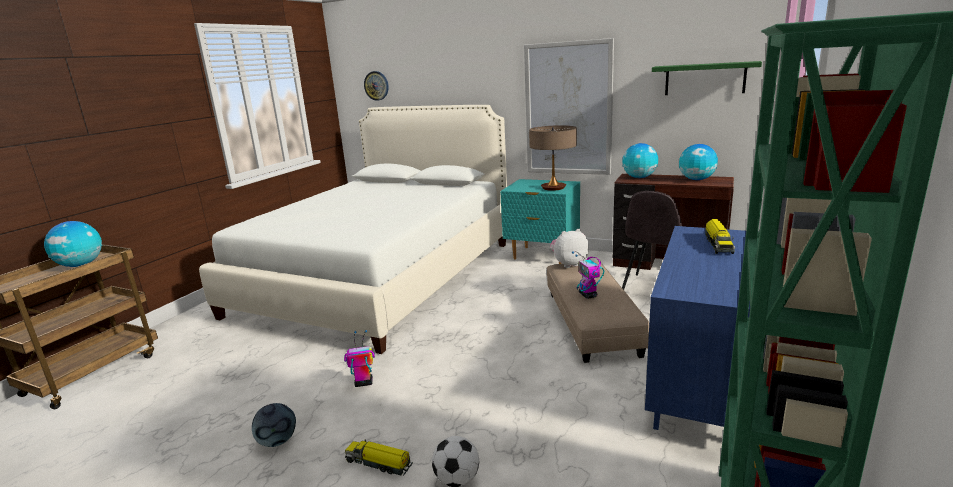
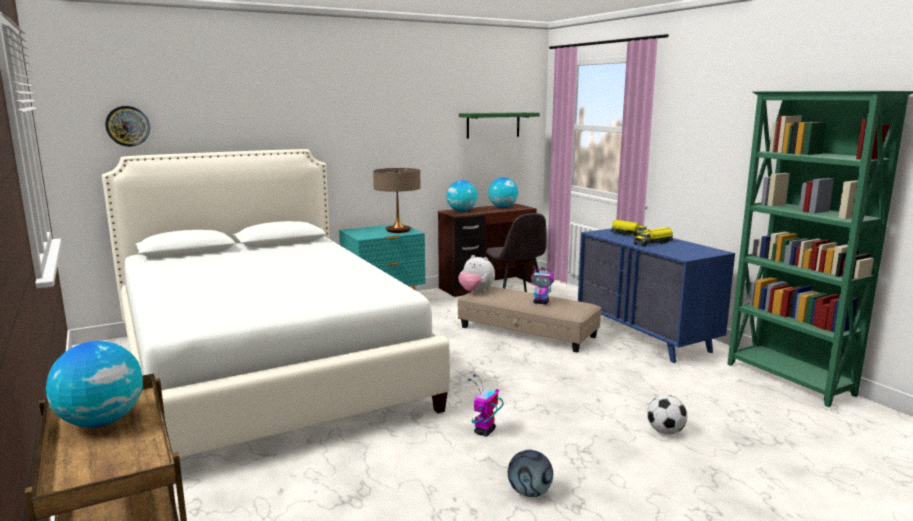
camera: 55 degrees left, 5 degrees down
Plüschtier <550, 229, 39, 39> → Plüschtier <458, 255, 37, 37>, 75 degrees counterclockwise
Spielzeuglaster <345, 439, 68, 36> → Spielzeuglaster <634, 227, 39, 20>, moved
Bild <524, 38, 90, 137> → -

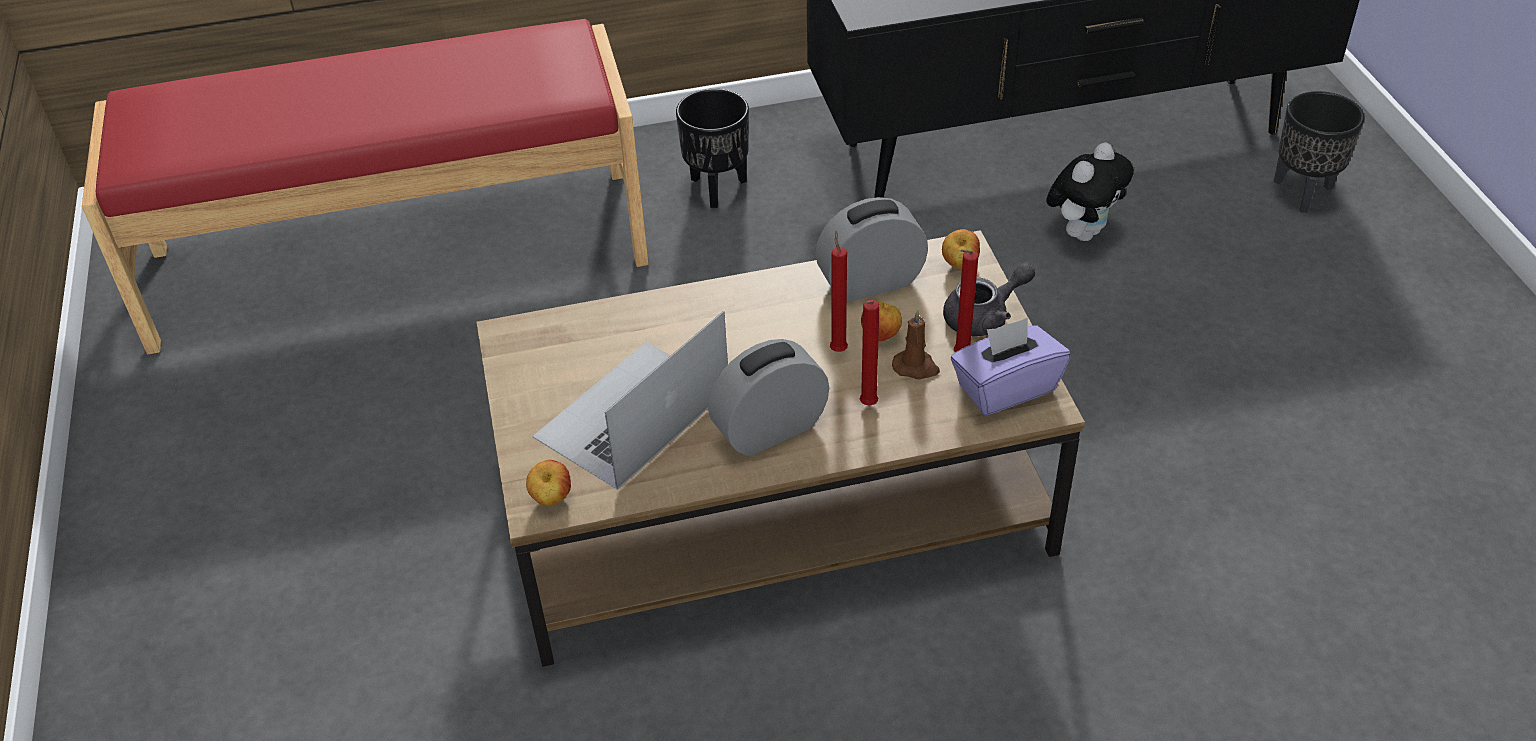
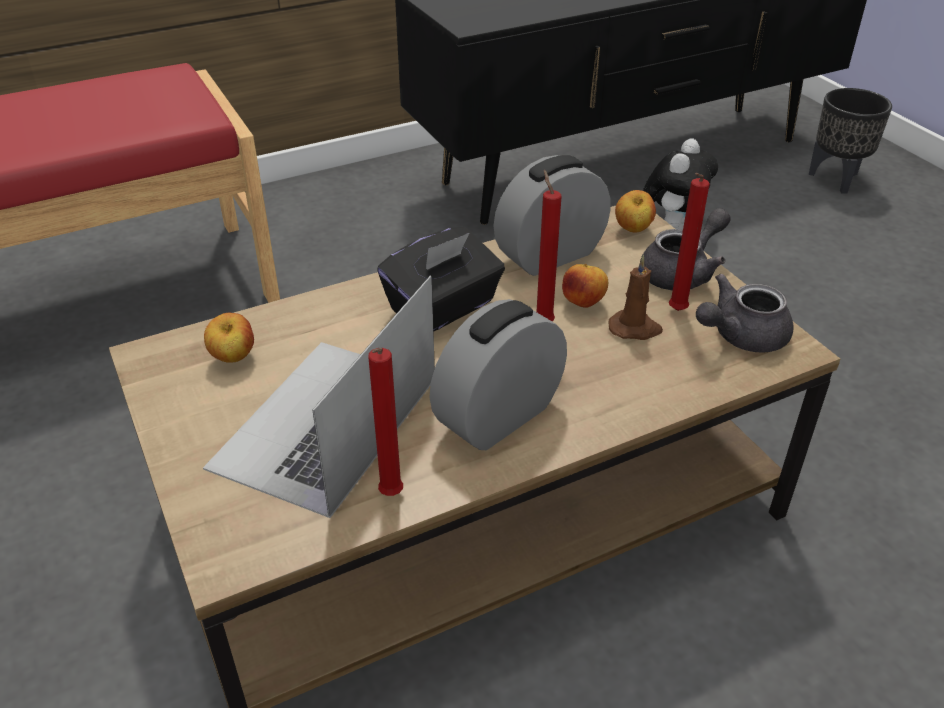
camera: 15 degrees left, 5 degrees down
Apfel <526, 460, 45, 46> → Apfel <204, 312, 50, 51>, moved
Kerze [rot] <860, 300, 20, 106> → Kerze [rot] <368, 348, 35, 148>, moved
- → Taschentuchbox [schwarz] <377, 227, 128, 105>
Taschentuchbox [lila] <951, 318, 120, 97> → Teekanne [grau] <696, 273, 98, 80>
Pflanzkübel [schwarz] <676, 89, 73, 119> → -

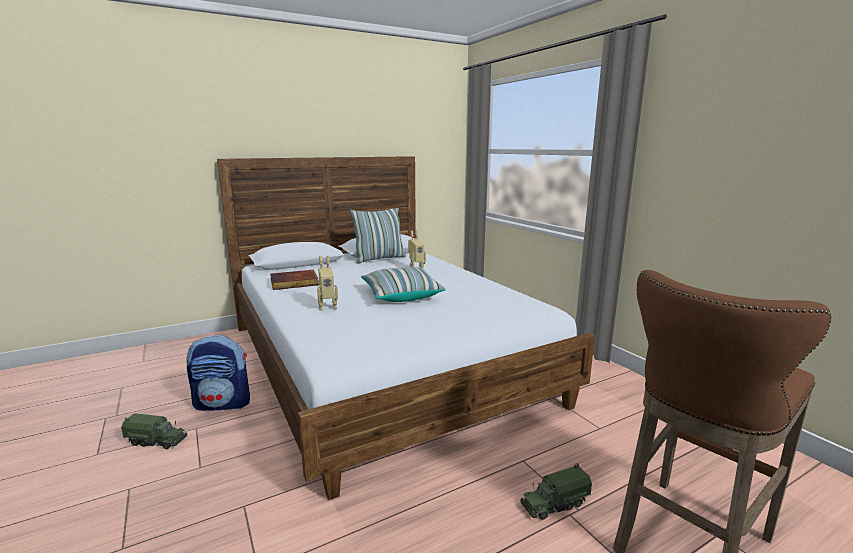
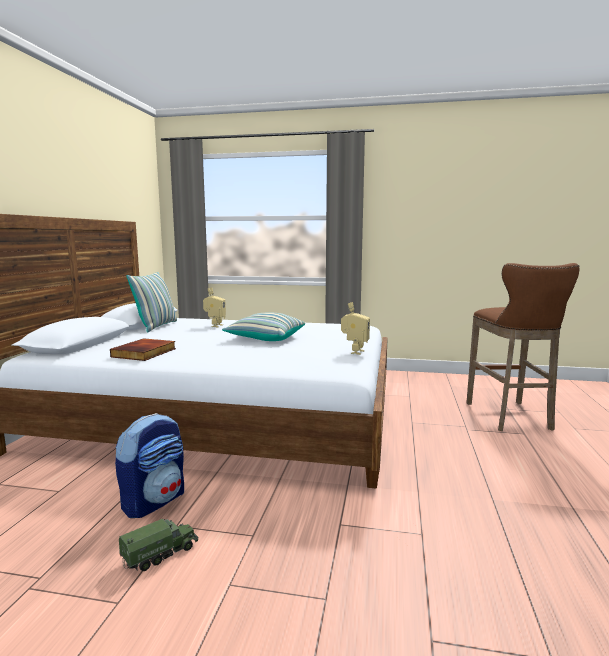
camera: 50 degrees left, 5 degrees down
Spielzeugroboter <317, 256, 21, 55> → Spielzeugroboter <341, 302, 29, 53>, moved
Spielzeuglaster <520, 463, 72, 57> → -

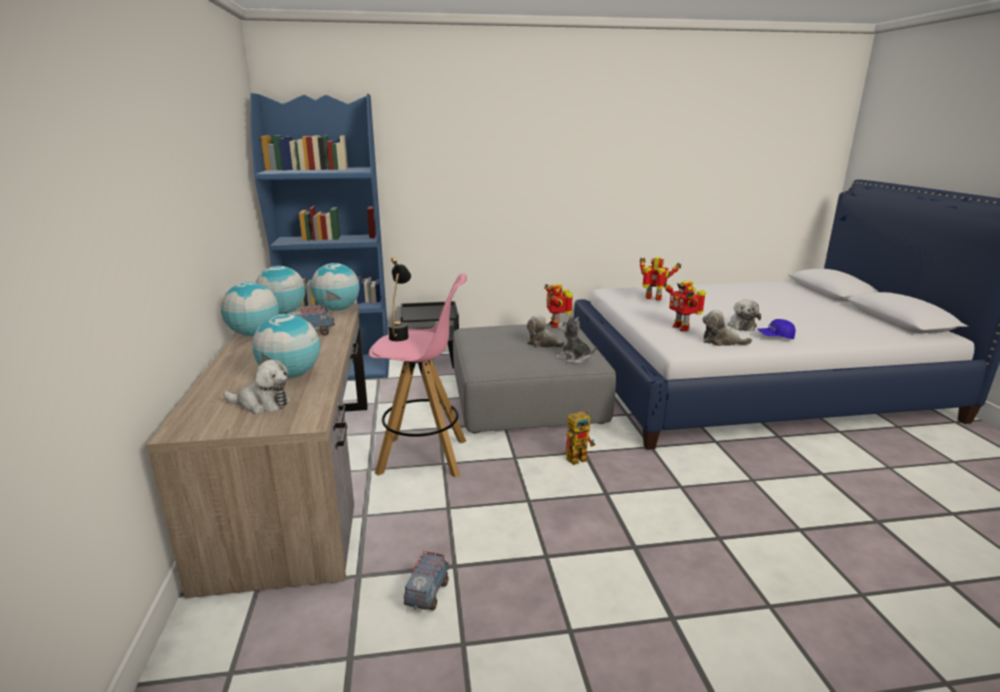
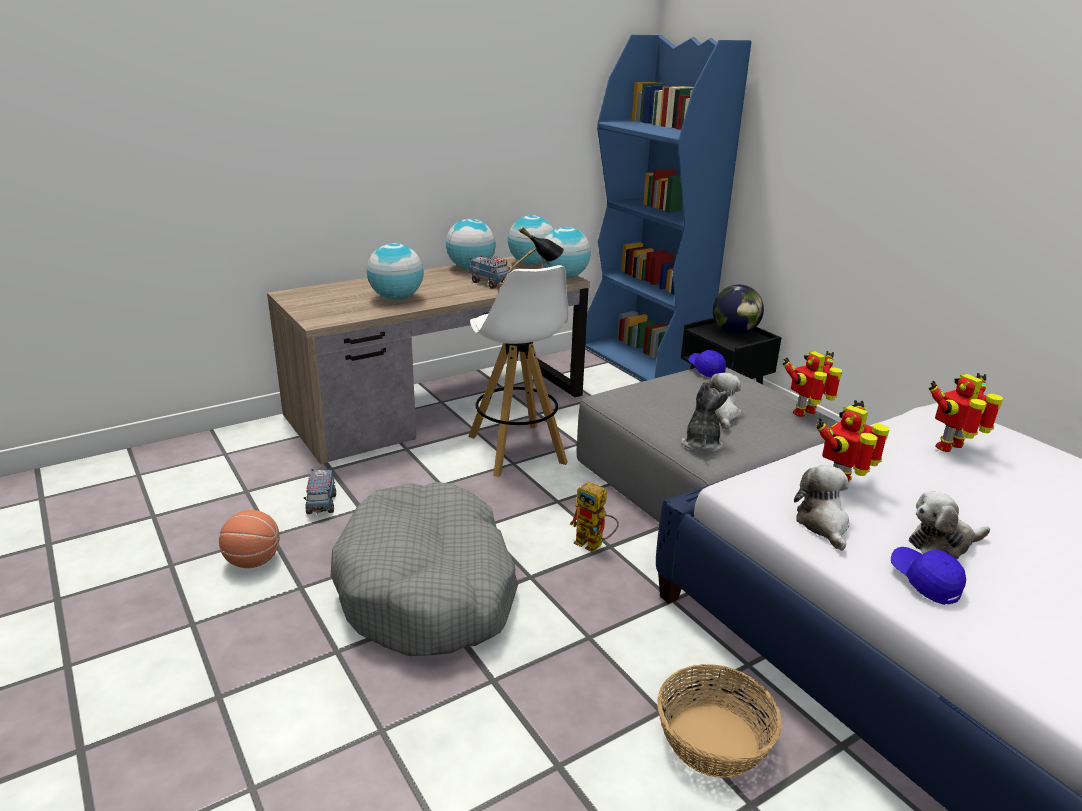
camera: 65 degrees right, 5 degrees up
- → Basketball <219, 510, 61, 58>
Spielzeuglaster <404, 551, 45, 59> → Spielzeuglaster <304, 468, 32, 46>, 90 degrees clockwise
- → Hundebett [grau] <331, 482, 187, 174>
Hocker [rosa] <369, 273, 98, 205> → Hocker [weiß] <468, 265, 101, 212>
- → Korb <657, 664, 125, 114>
- → Kappe [blau] <688, 350, 38, 28>
- → Globus <713, 285, 51, 50>
Spielzeugroboter <640, 257, 42, 43> → Spielzeugroboter <928, 373, 75, 79>, 120 degrees counterclockwise
Plüschtier <223, 360, 68, 54> → -

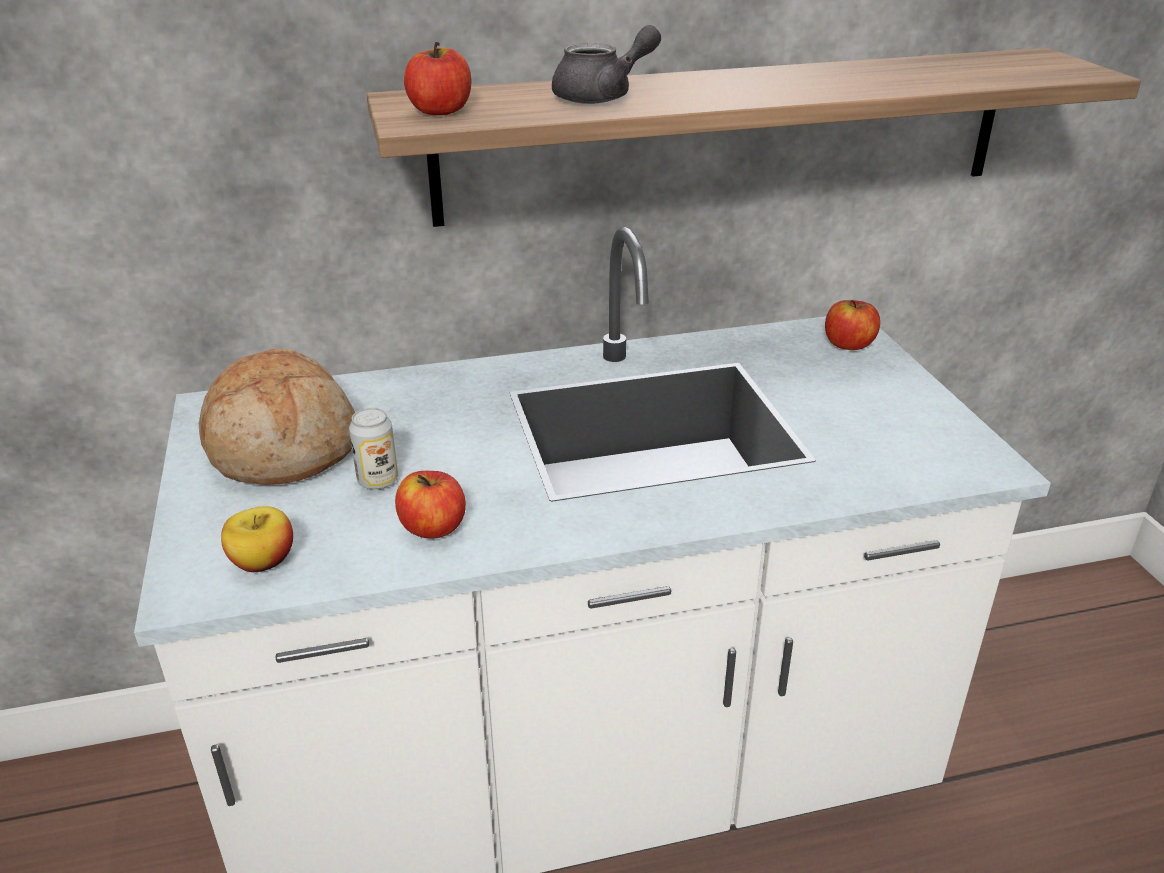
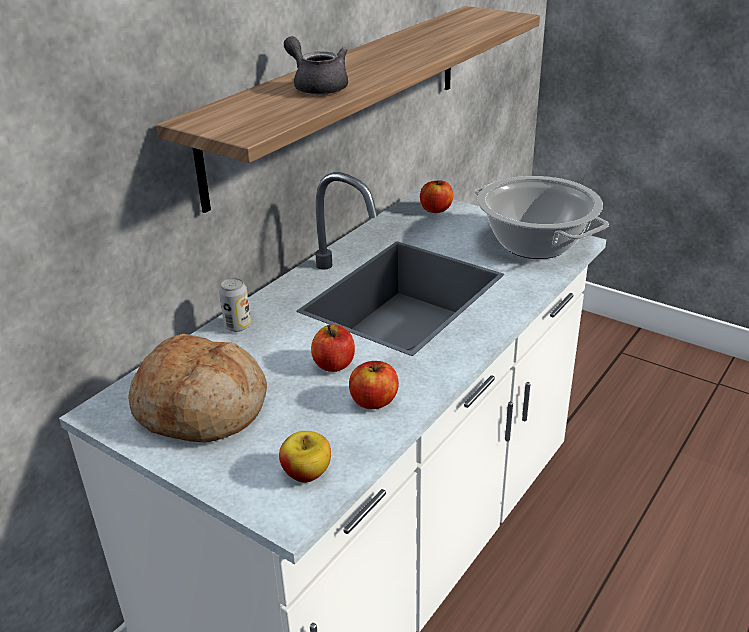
camera: 40 degrees left, 0 degrees up
Dose <349, 408, 49, 82> → Dose <219, 278, 32, 54>, moved
Teekanne [grau] <552, 25, 109, 79> → Teekanne [grau] <284, 36, 64, 59>, 60 degrees counterclockwise
Apfel <404, 42, 67, 73> → Apfel <311, 324, 44, 48>, moved
- → Kochtopf <474, 176, 135, 83>

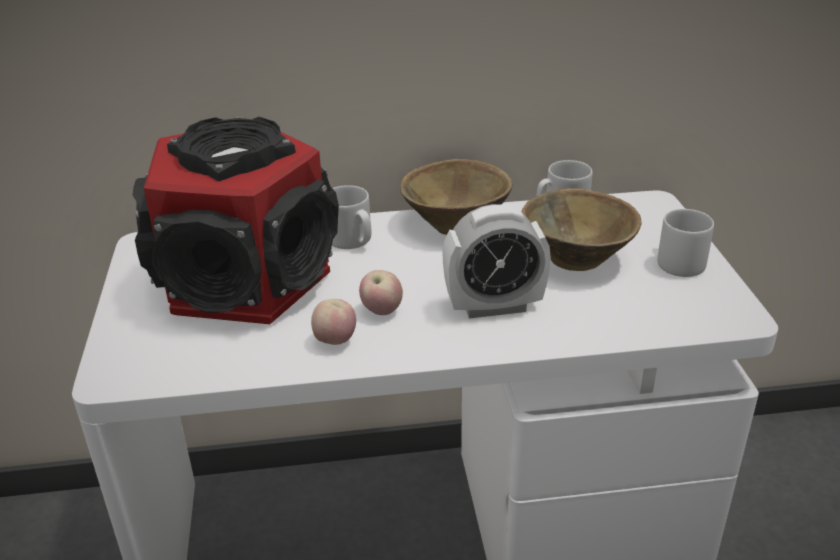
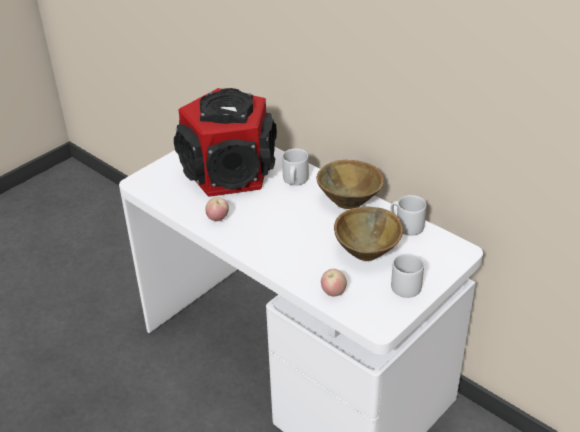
camera: 50 degrees right, 5 degrees up
Apfel <359, 270, 44, 45> → Apfel <321, 269, 26, 28>, moved
Wecker <443, 204, 108, 114> → -

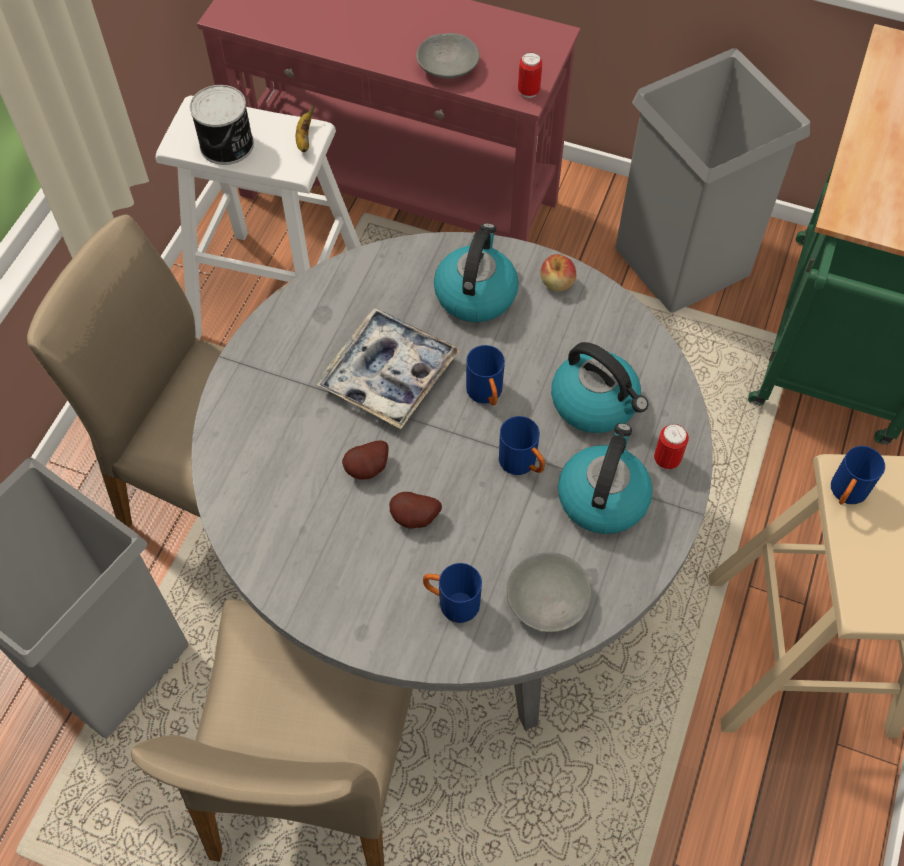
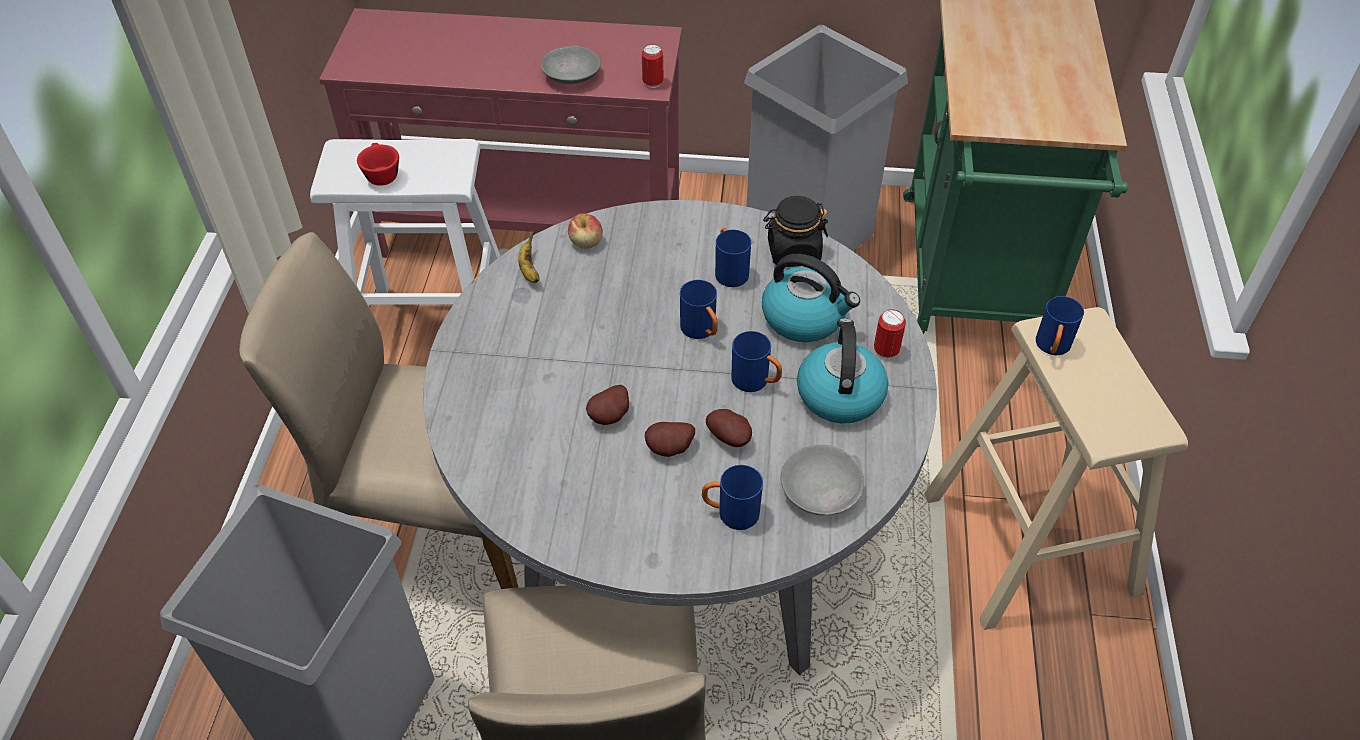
camera: 15 degrees left, 10 degrees down
Dose <190, 85, 64, 80> → Tasse [rot] <357, 143, 42, 43>
Banane <296, 104, 19, 48> → Banane <518, 232, 22, 51>, moved
Apfel <540, 254, 36, 37> → Apfel <568, 213, 35, 36>, moved
- → Kartoffel <706, 409, 46, 38>
- → Henkelbecher [blau] <715, 228, 36, 59>
- → Vorratsglas [schwarz] <763, 196, 65, 71>
Tablett <317, 307, 143, 122> → -
Wasserkessel <434, 223, 85, 99> → -

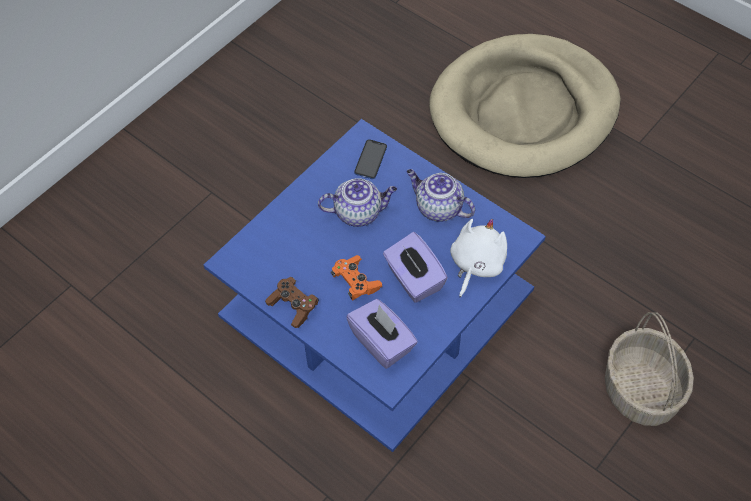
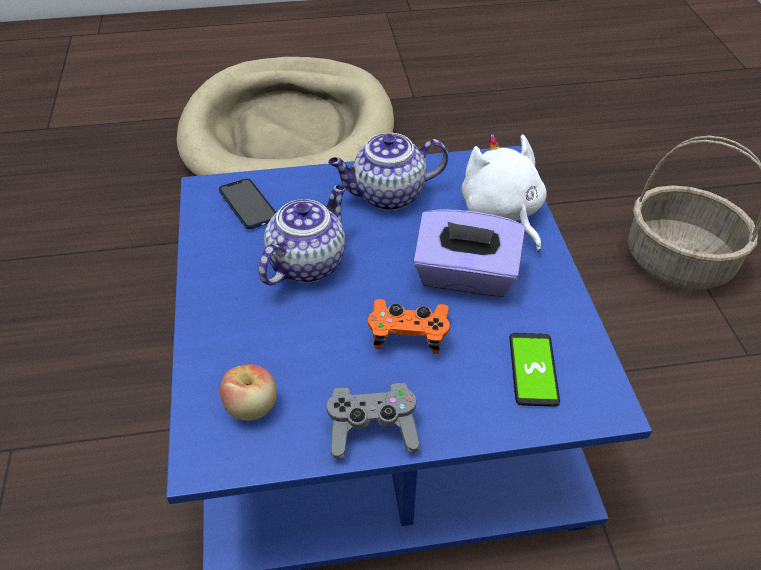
camera: 50 degrees left, 10 degrees down
- → Apfel <220, 364, 57, 57>
Gamepad [braun] <265, 277, 54, 51> → Gamepad [grau] <327, 382, 93, 76>
Taschentuchbox [lila] <346, 299, 72, 70> → Handy <509, 333, 51, 73>

